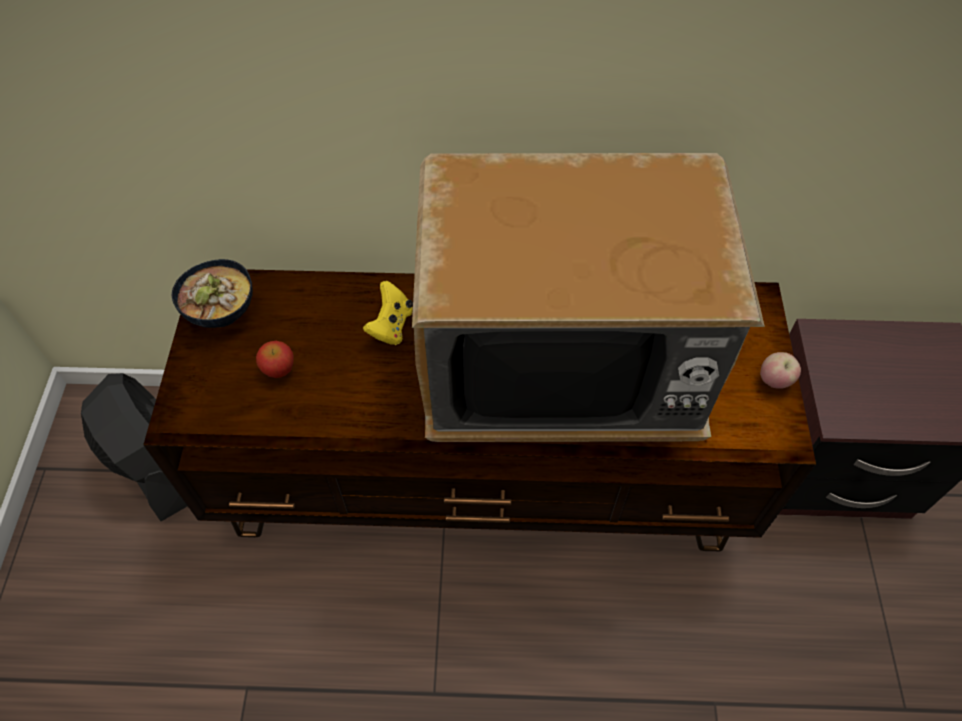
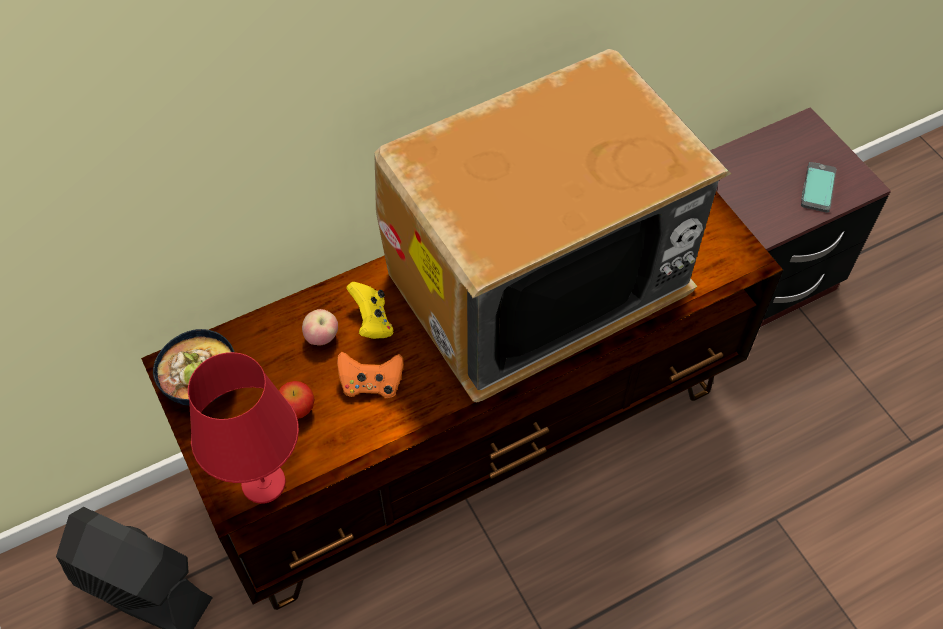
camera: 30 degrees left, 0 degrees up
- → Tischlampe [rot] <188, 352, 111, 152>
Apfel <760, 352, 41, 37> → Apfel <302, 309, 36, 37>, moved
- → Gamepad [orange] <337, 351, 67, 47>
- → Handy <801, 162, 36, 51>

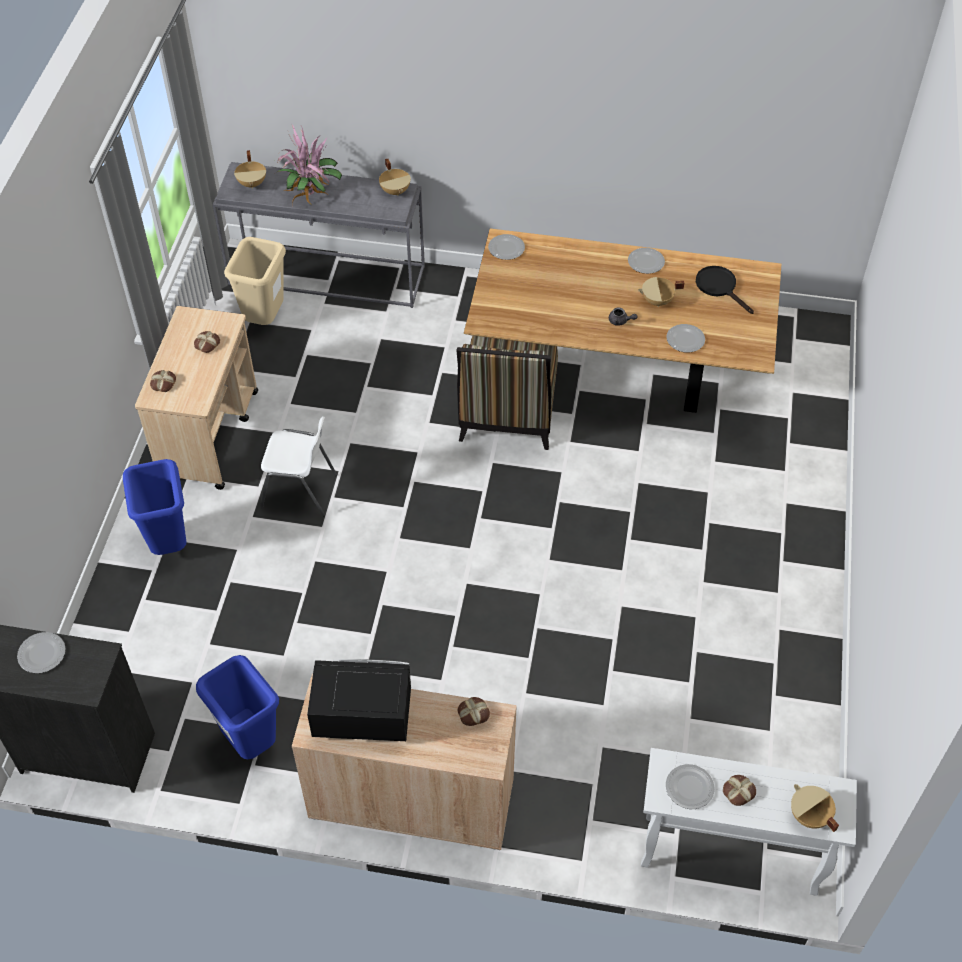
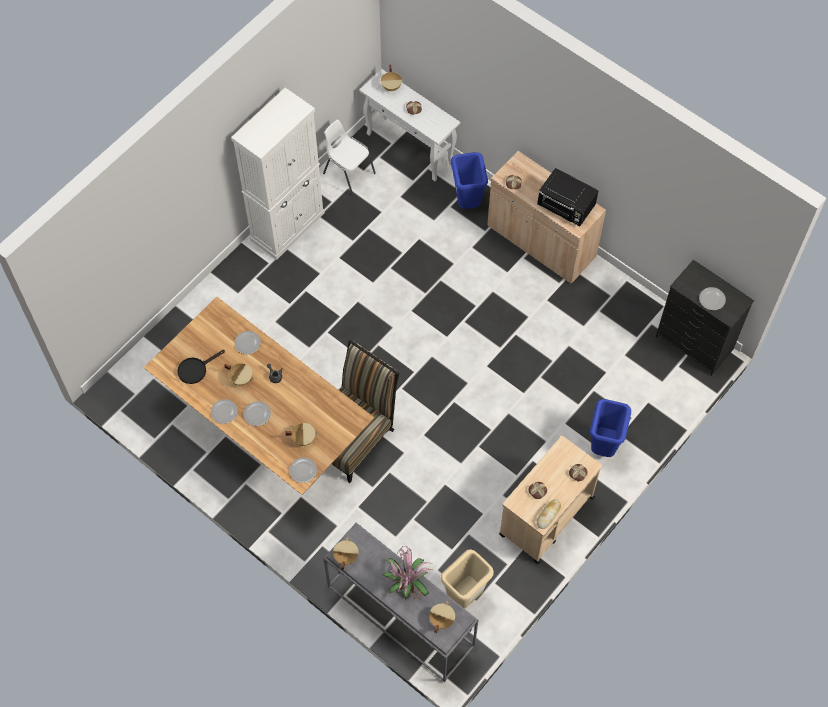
camera: 150 degrees left, 10 degrees up
Pfanne [schwarz] <696, 266, 58, 48> → Pfanne [schwarz] <177, 350, 48, 34>, 60 degrees clockwise
- → Schrank [weiß] <231, 88, 94, 172>
Teller <666, 764, 49, 45> → Teller <244, 401, 27, 25>, moved
- → Kochtopf [beige] <285, 423, 34, 23>
Stuhl [weiß] <260, 416, 77, 100> → Stuhl [weiß] <323, 119, 53, 77>, moved
Mülleimer [blau] <196, 655, 83, 104> → Mülleimer [blau] <451, 152, 37, 57>, moved
- → Brot <537, 499, 24, 30>

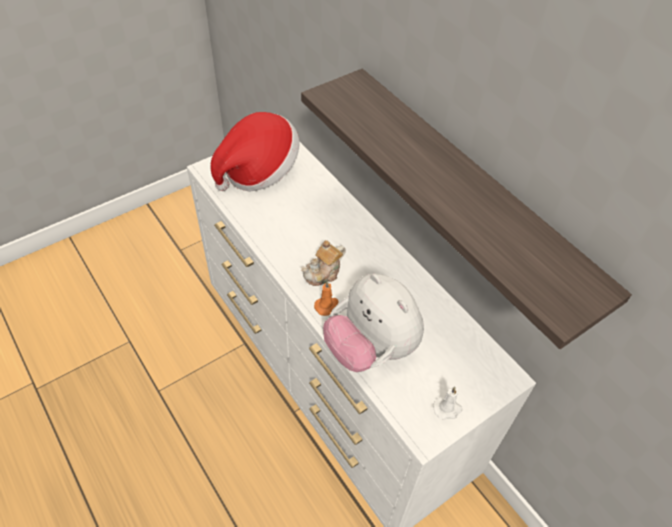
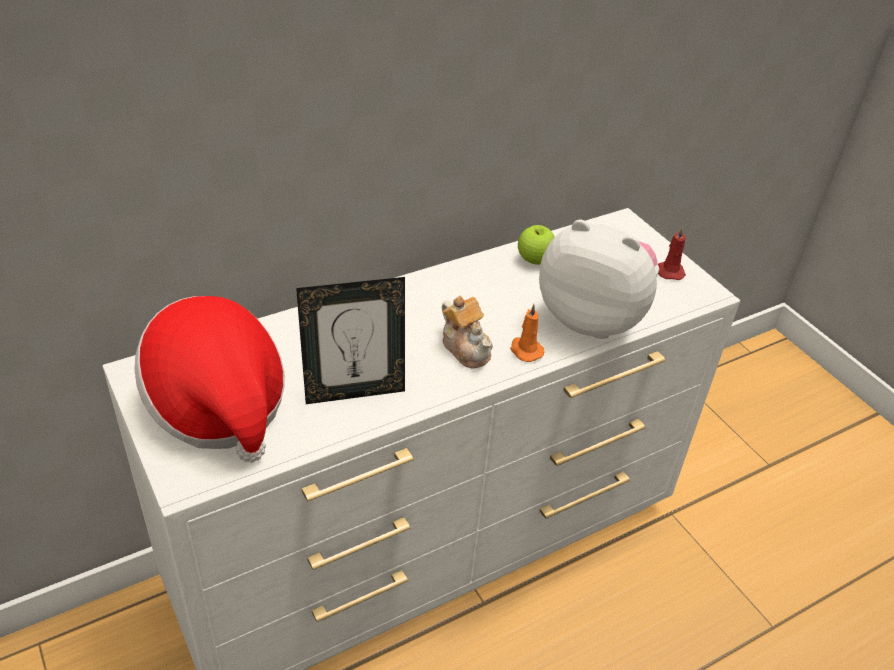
camera: 85 degrees left, 10 degrees down
- → Bilderrahmen <296, 277, 109, 127>
- → Apfel <518, 225, 37, 40>
Plüschtier <323, 273, 101, 99> → Plüschtier <539, 220, 121, 119>, 120 degrees counterclockwise
Kerze [weiß] <433, 387, 29, 33> → Kerze [rot] <658, 227, 28, 53>
Wandregal <301, 69, 331, 280> → -

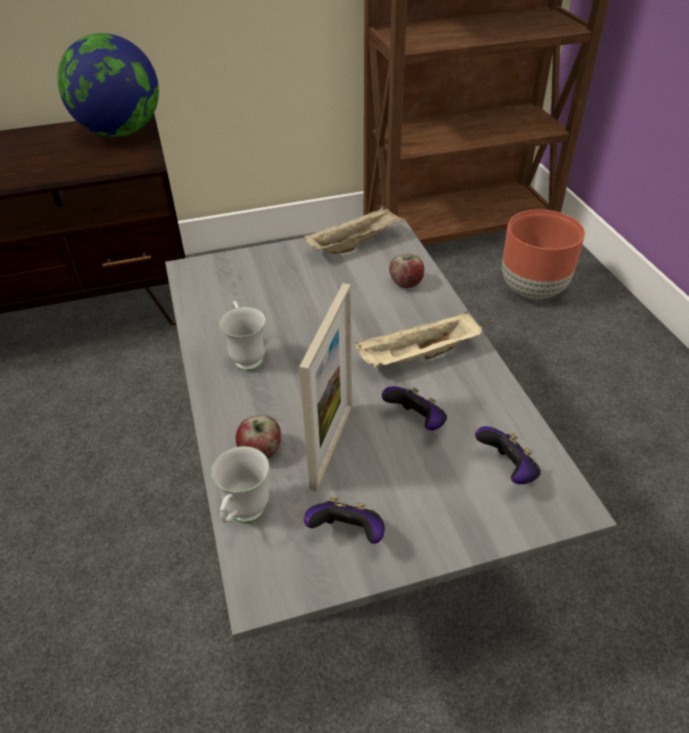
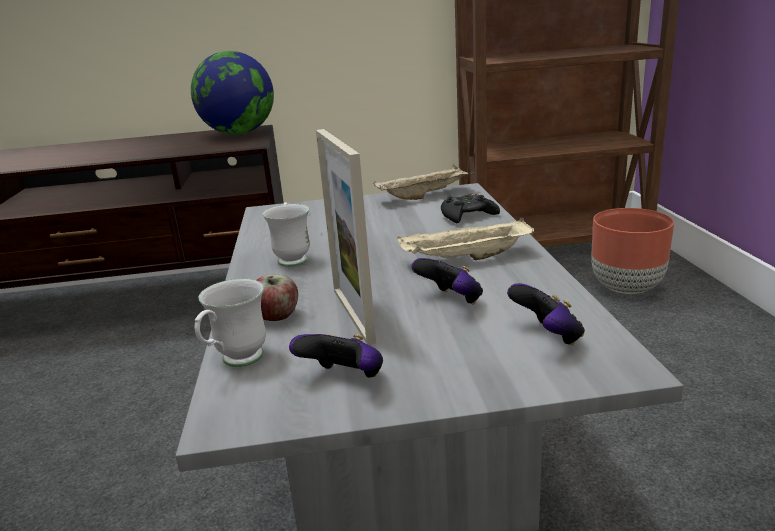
camera: 10 degrees right, 20 degrees down
Bilderrahmen <299, 283, 53, 209> → Bilderrahmen <316, 129, 60, 216>, 135 degrees clockwise
Apfel <389, 254, 35, 34> → Gamepad [schwarz] <441, 193, 59, 30>

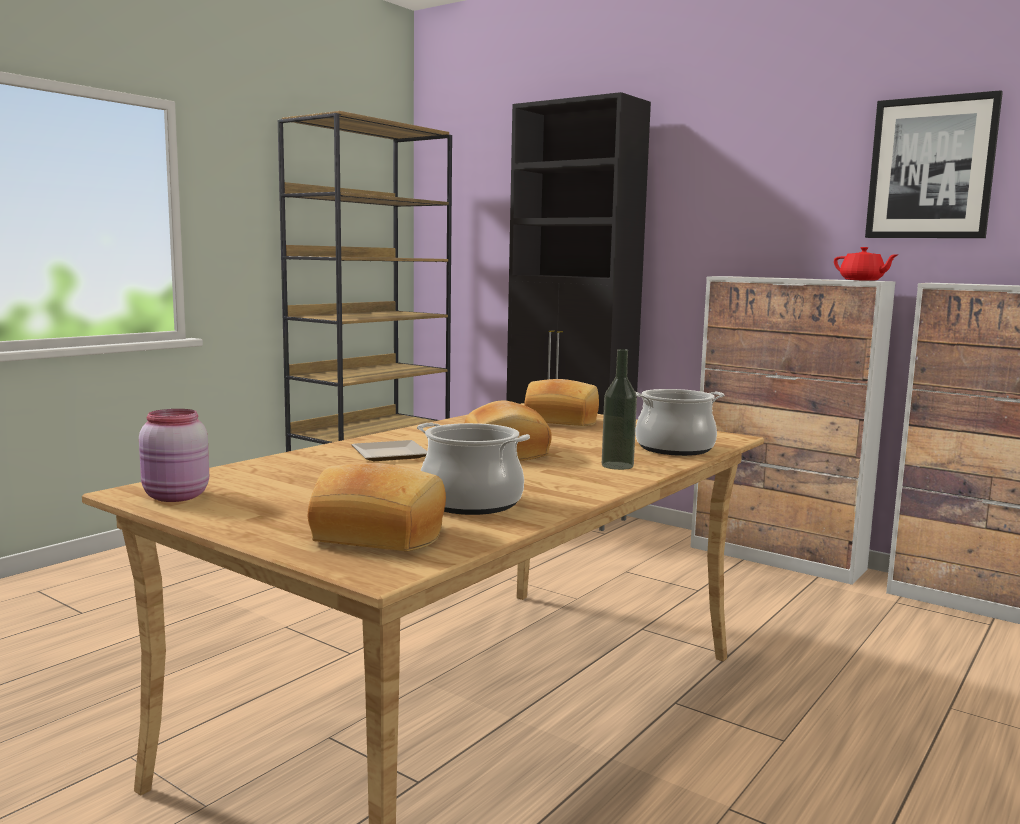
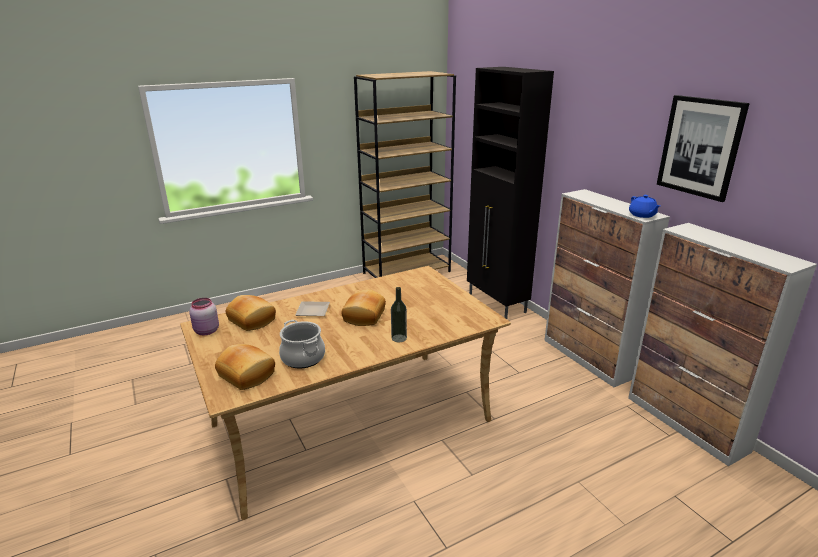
camera: 25 degrees right, 15 degrees up
Brot <524, 379, 75, 47> → Brot <226, 295, 50, 36>, moved
Teekanne [rot] <834, 247, 65, 34> → Teekanne [blau] <629, 195, 31, 23>
Kochtopf <635, 389, 89, 67> → -

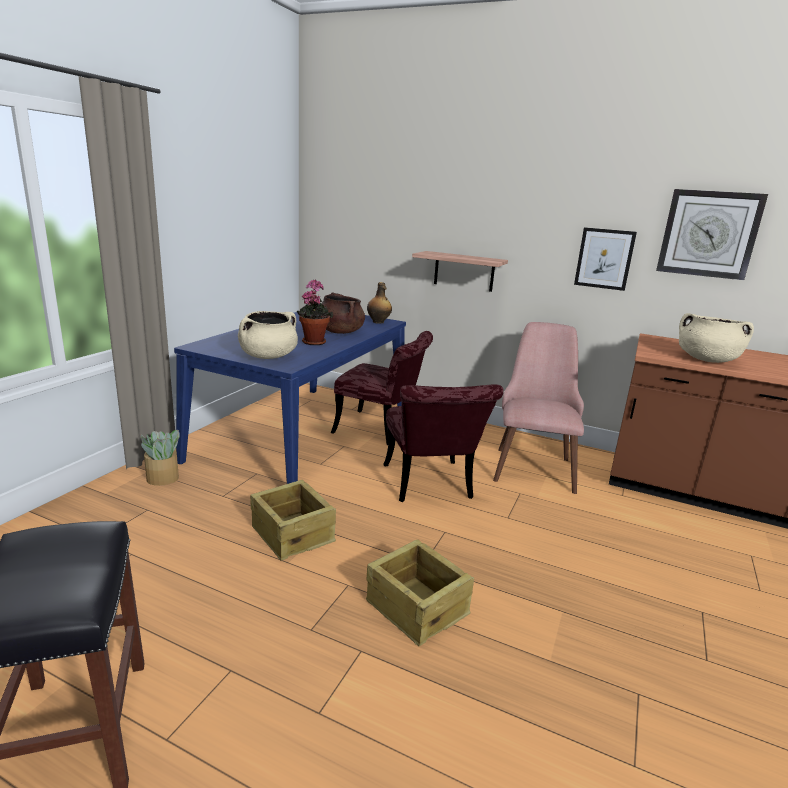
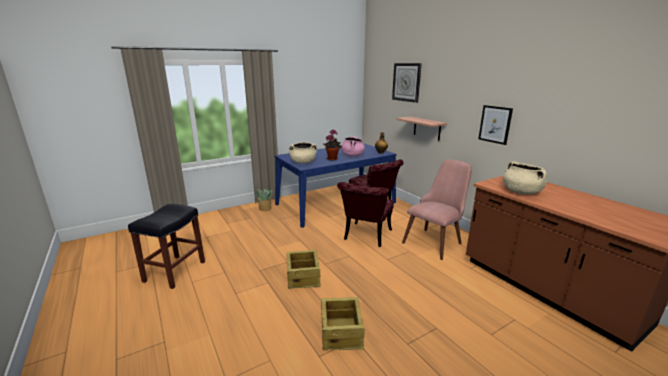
camera: 35 degrees right, 0 degrees up
Kiste <250, 480, 86, 81> → Kiste <321, 297, 44, 54>, moved
Kochtopf [braun] <321, 293, 44, 41> → Kochtopf [rosa] <341, 136, 24, 21>
Wanduhr <656, 189, 112, 91> → Wanduhr <392, 63, 30, 40>, moved

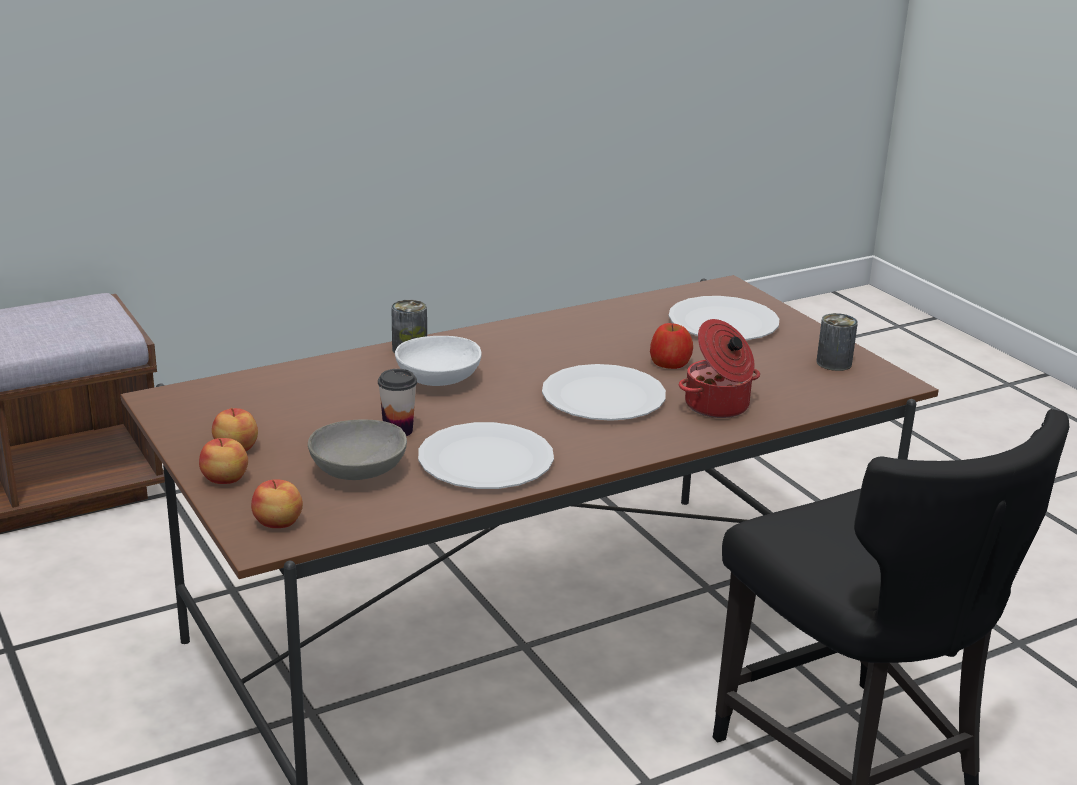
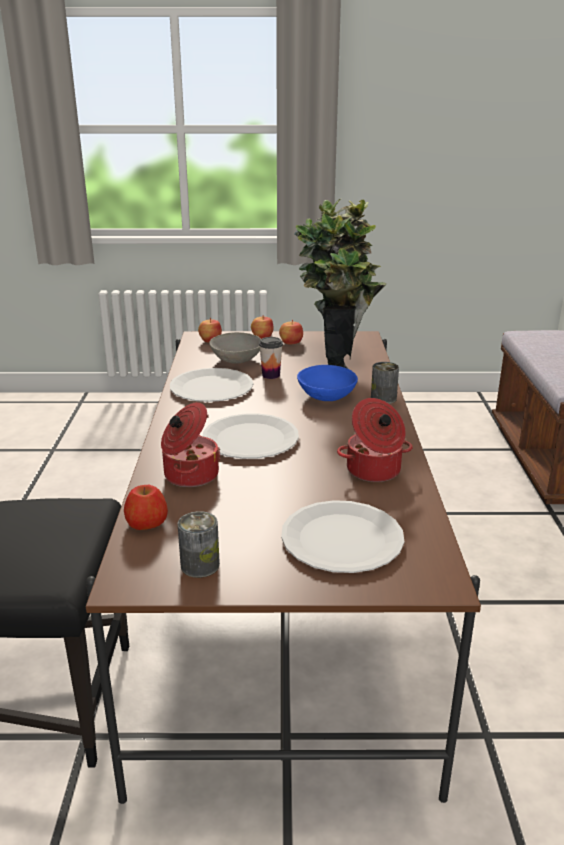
camera: 120 degrees right, 0 degrees up
Apfel <650, 323, 43, 46> → Apfel <124, 485, 44, 45>, moved
- → Topfpflanze <295, 198, 91, 171>
Schüssel [weiß] <395, 336, 87, 50> → Schüssel [blau] <297, 365, 61, 36>
- → Kochtopf <337, 398, 76, 84>

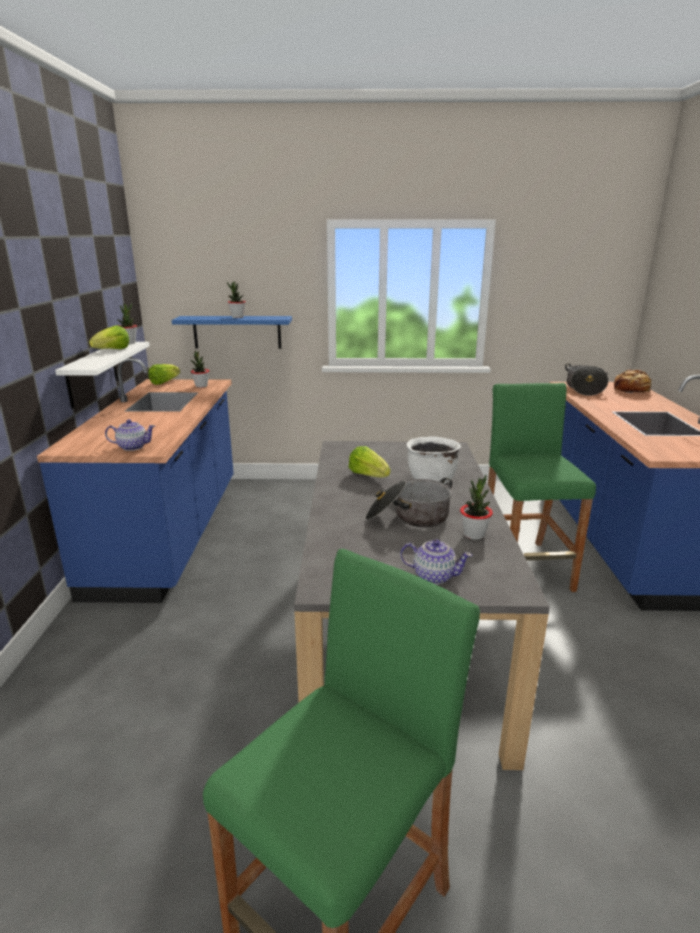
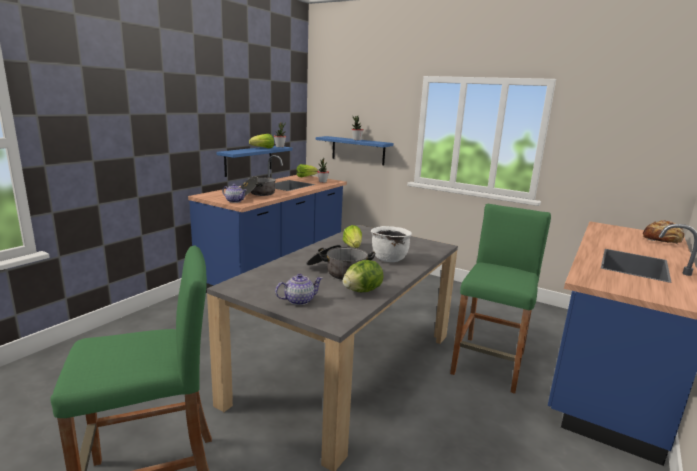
camera: 30 degrees right, 5 degrees down
Wandregal [weiß] <55, 342, 95, 67> → Wandregal [blau] <217, 146, 76, 31>
Kochtopf <565, 364, 43, 32> → Kochtopf <240, 176, 36, 20>, moved
Teekanne <400, 539, 72, 45> → Teekanne <275, 274, 48, 31>, 75 degrees counterclockwise
Topfpflanze <460, 475, 33, 65> → Salatkopf <343, 260, 41, 32>

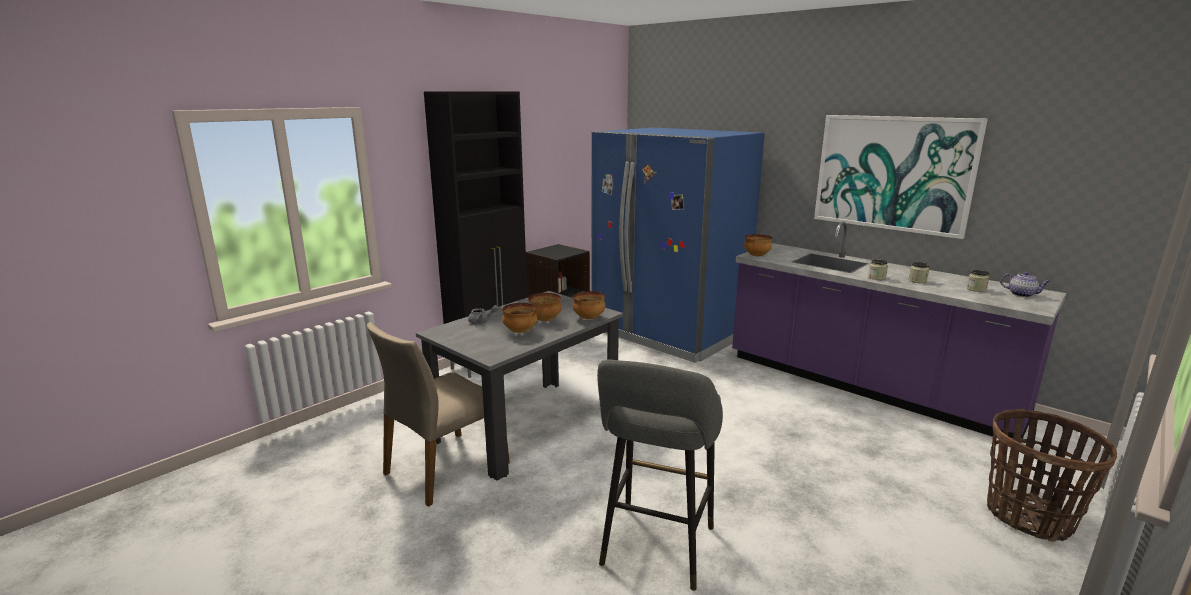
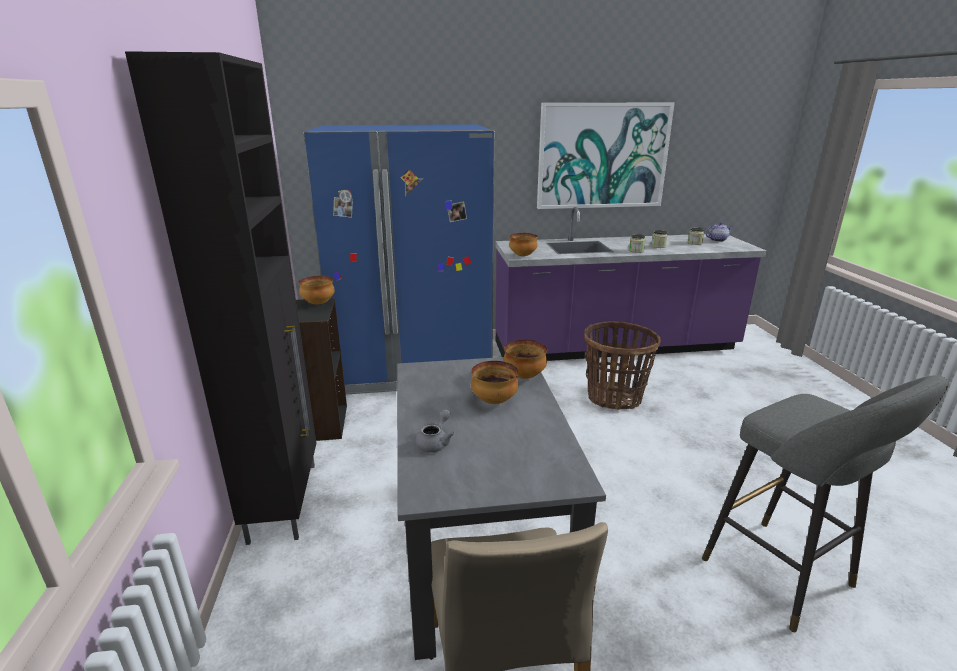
camera: 50 degrees left, 5 degrees up
Schüssel <502, 303, 35, 30> → Schüssel <298, 276, 37, 29>, moved
Korb <987, 409, 130, 133> → Korb <584, 321, 77, 89>, moved

